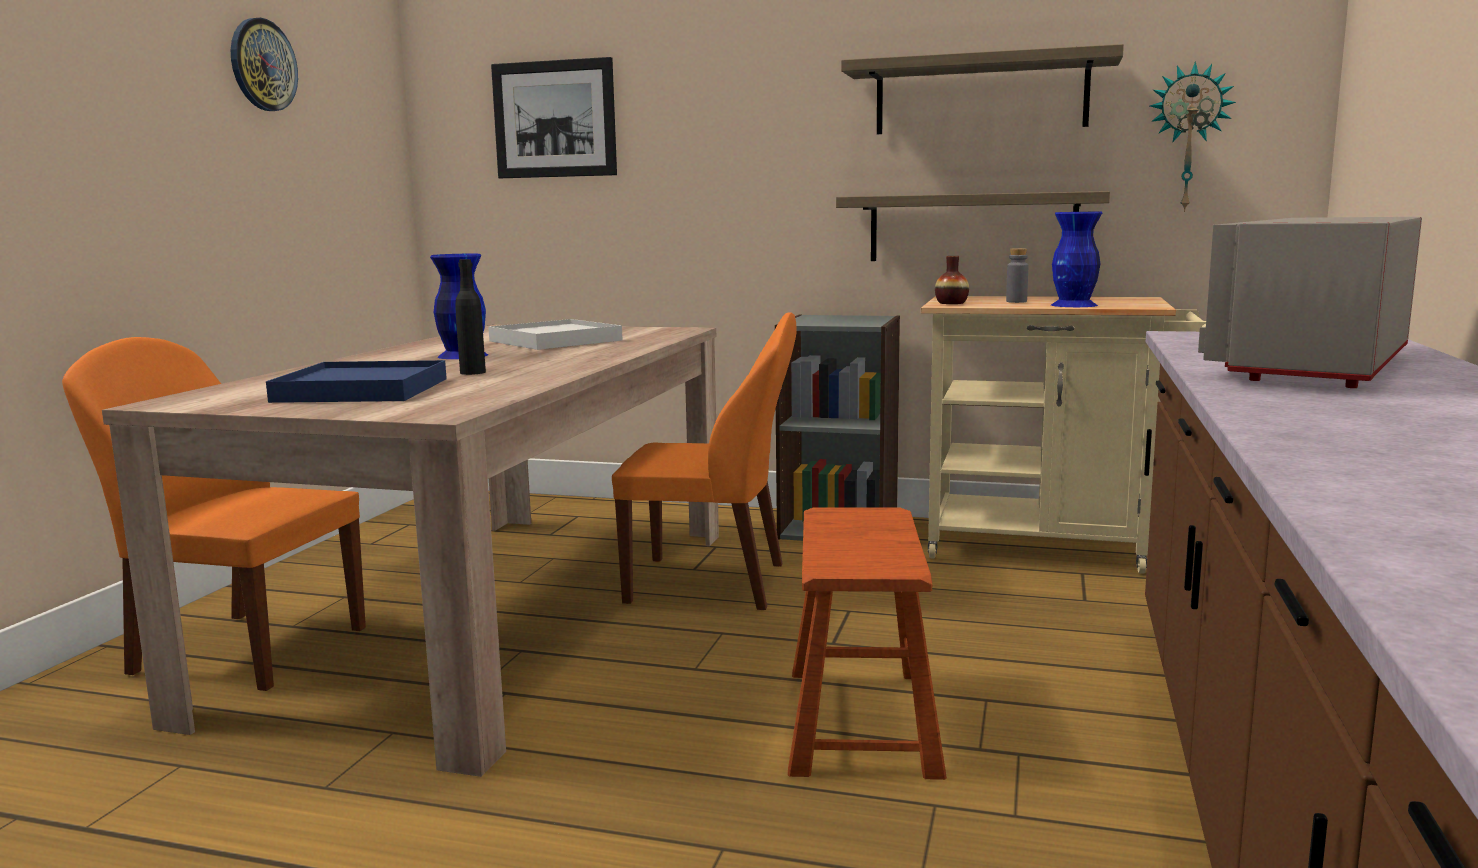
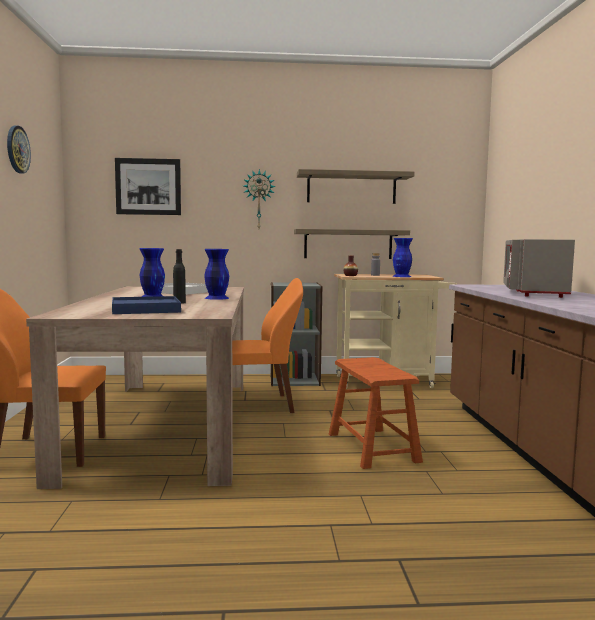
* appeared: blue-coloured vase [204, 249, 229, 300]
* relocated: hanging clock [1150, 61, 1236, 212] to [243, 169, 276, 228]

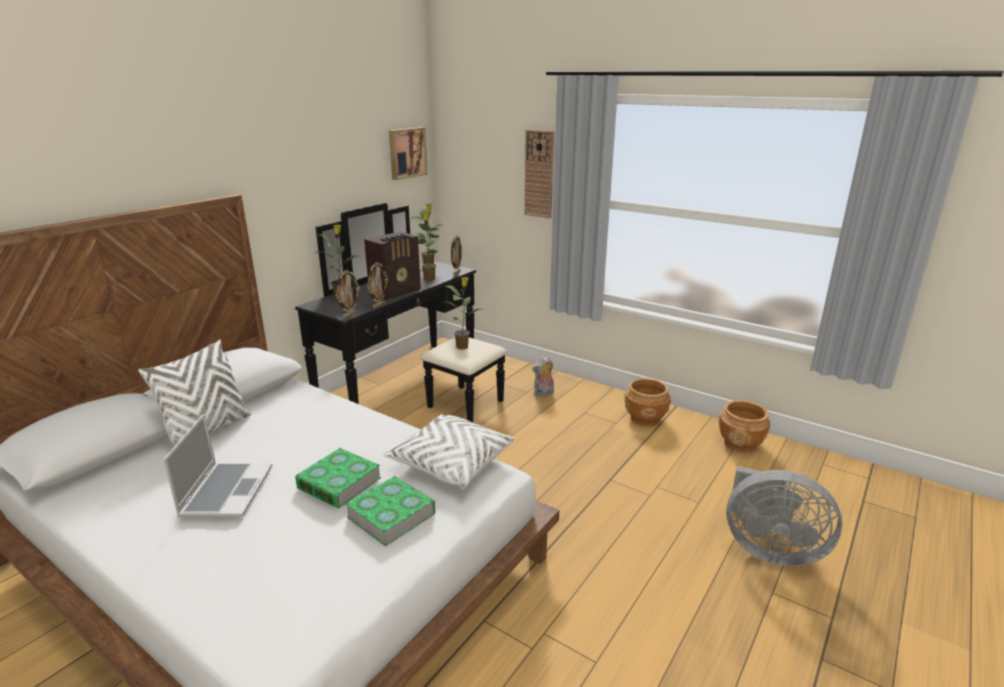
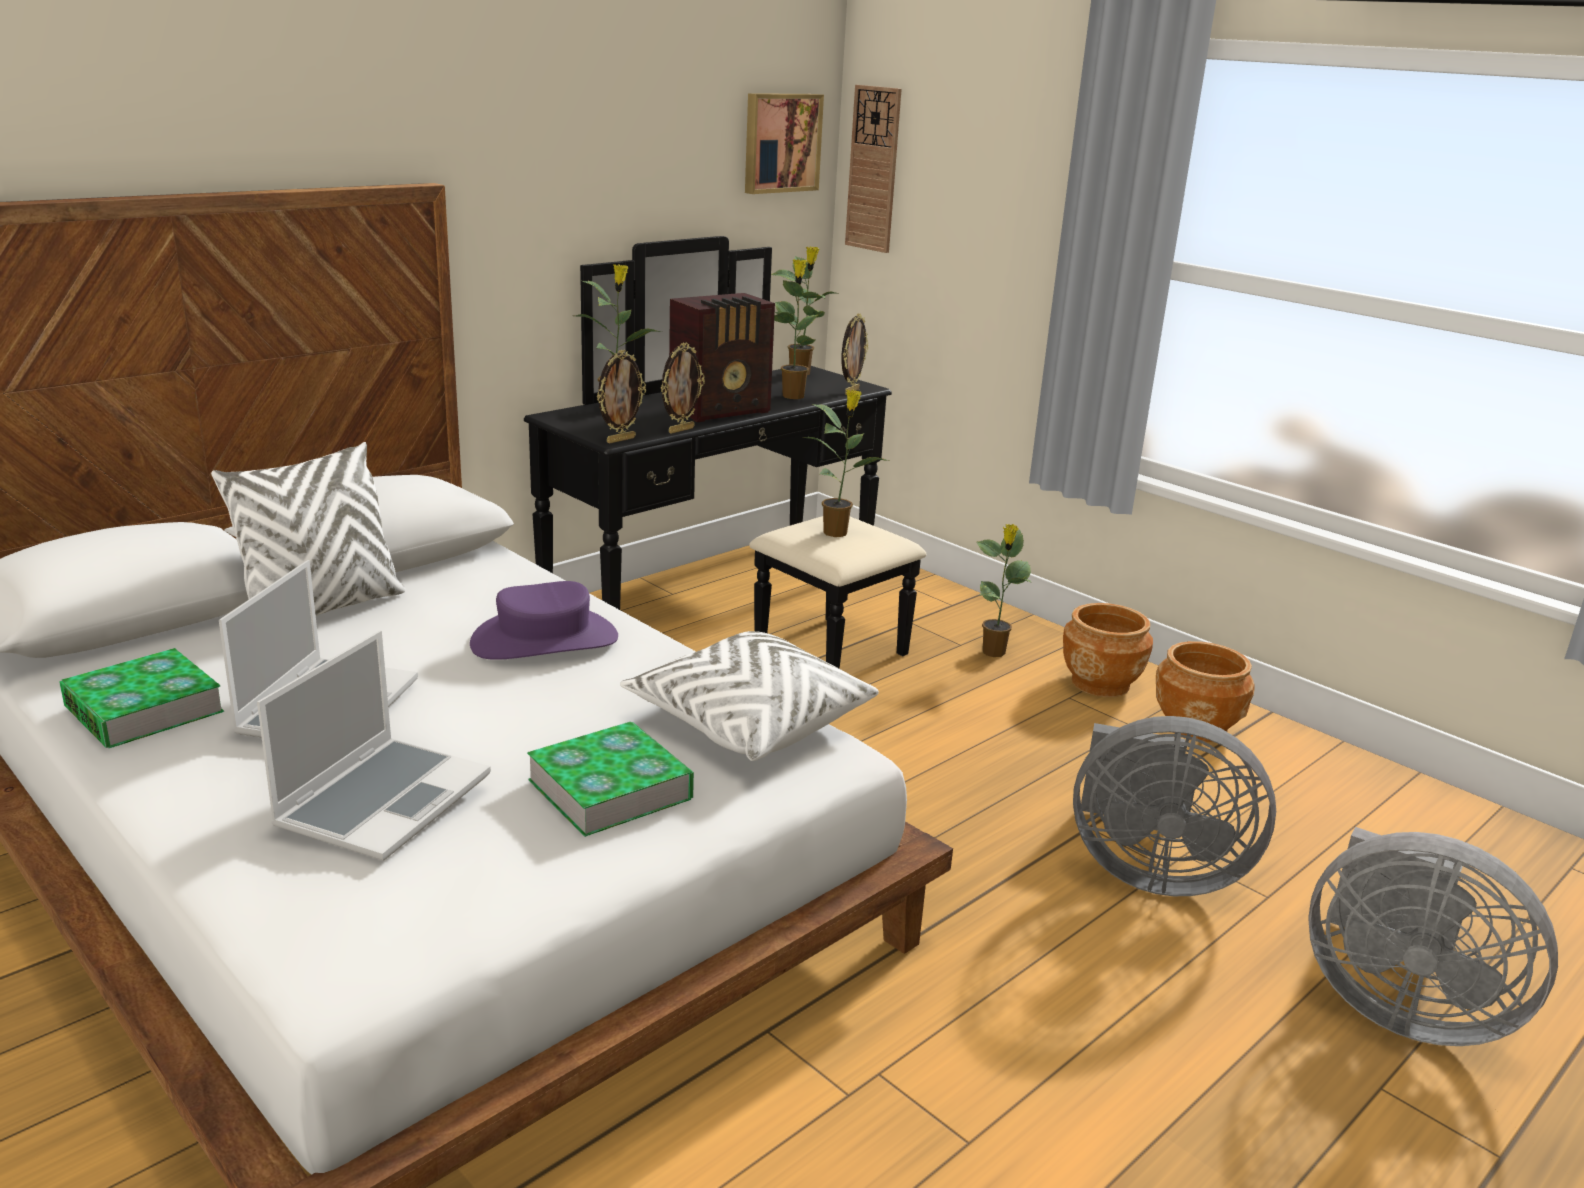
* relocated: bound book [295, 448, 381, 508] to [59, 648, 224, 748]
* appeared: portable computer [257, 631, 491, 861]
* appeared: purplish clothing hat [470, 581, 618, 660]
* relocated: hanging clock [524, 130, 554, 218] to [845, 85, 902, 253]
* exchanged: cuddly toy [532, 356, 554, 396] to houseplant [977, 524, 1031, 657]
* relocated: brown-coloured plant pot [718, 400, 770, 453] to [1063, 603, 1153, 697]
* appeared: grey cooling fan [1073, 716, 1276, 896]

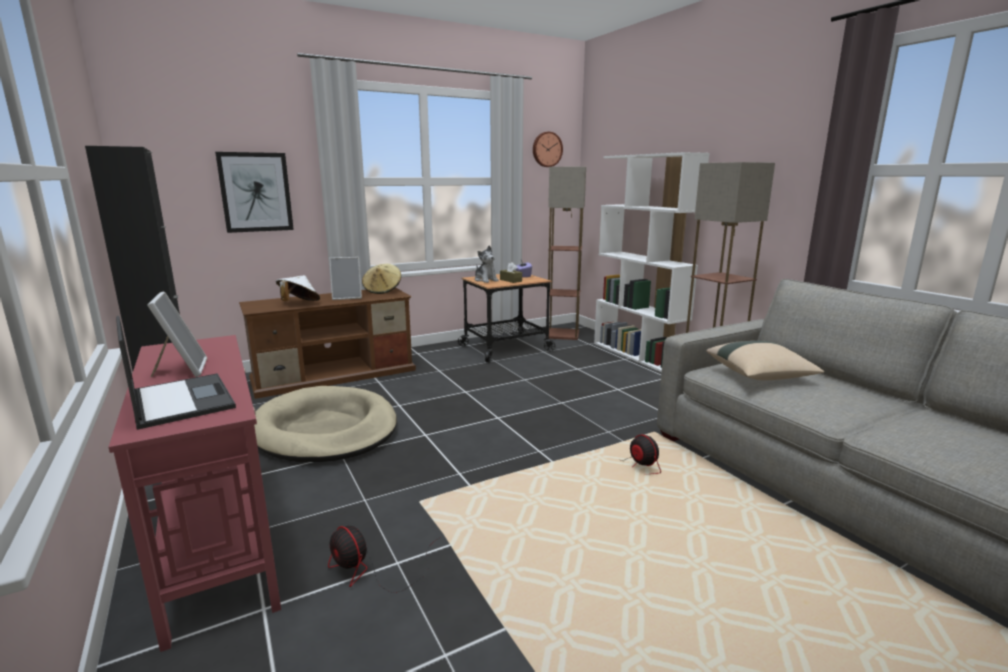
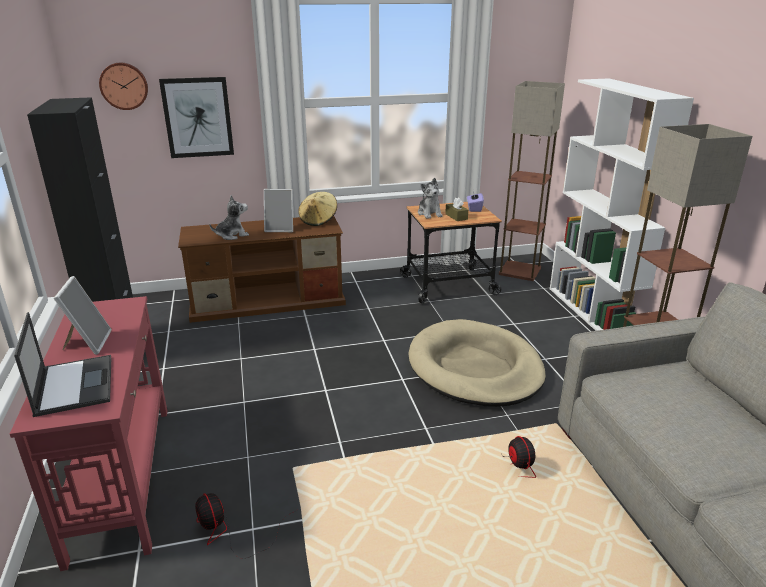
* relocated: hanging clock [533, 132, 563, 167] to [99, 63, 148, 110]
* exchanged: white-coloured clothing hat [276, 275, 320, 301] to cuddly toy [209, 195, 249, 240]
* relocated: beige dog cushion [254, 386, 397, 462] to [409, 319, 546, 407]
* missing: beige pillow [706, 341, 824, 380]

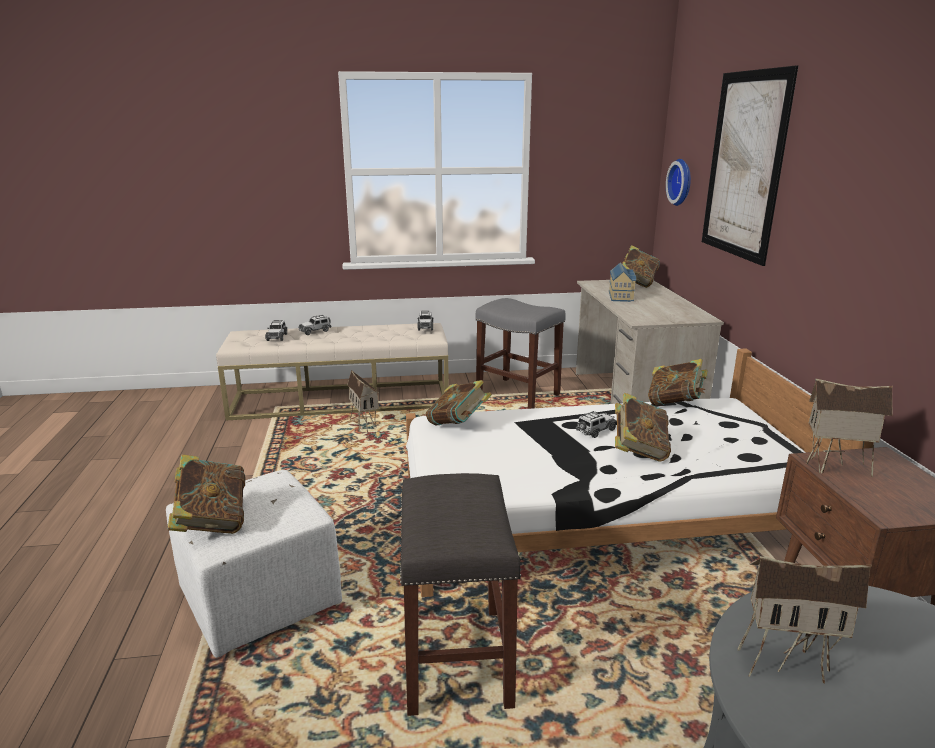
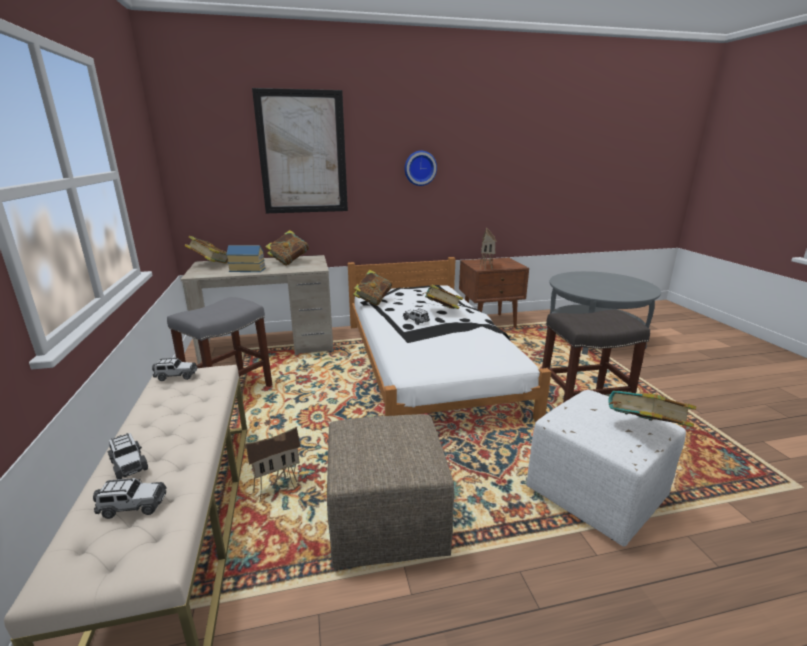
* relocated: bound book [426, 380, 492, 425] to [265, 230, 309, 266]
* appeared: beige pouffe [327, 414, 454, 569]
* relocated: hanging clock [666, 159, 691, 206] to [405, 151, 437, 186]
* missing: toy house [738, 556, 872, 683]

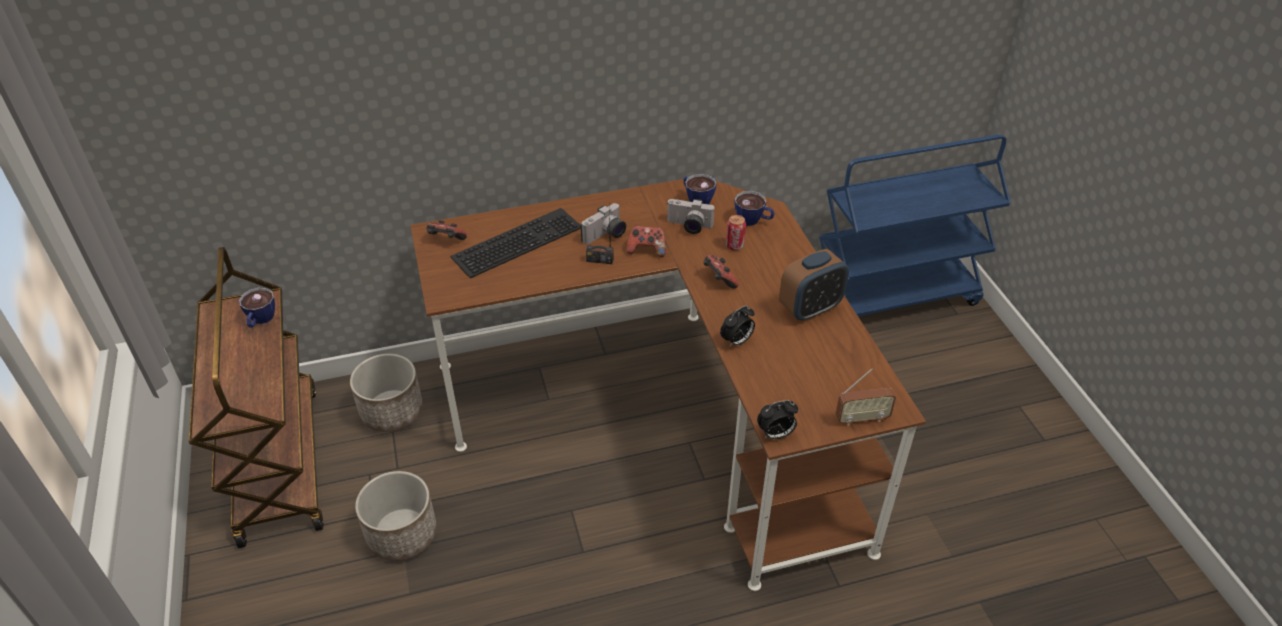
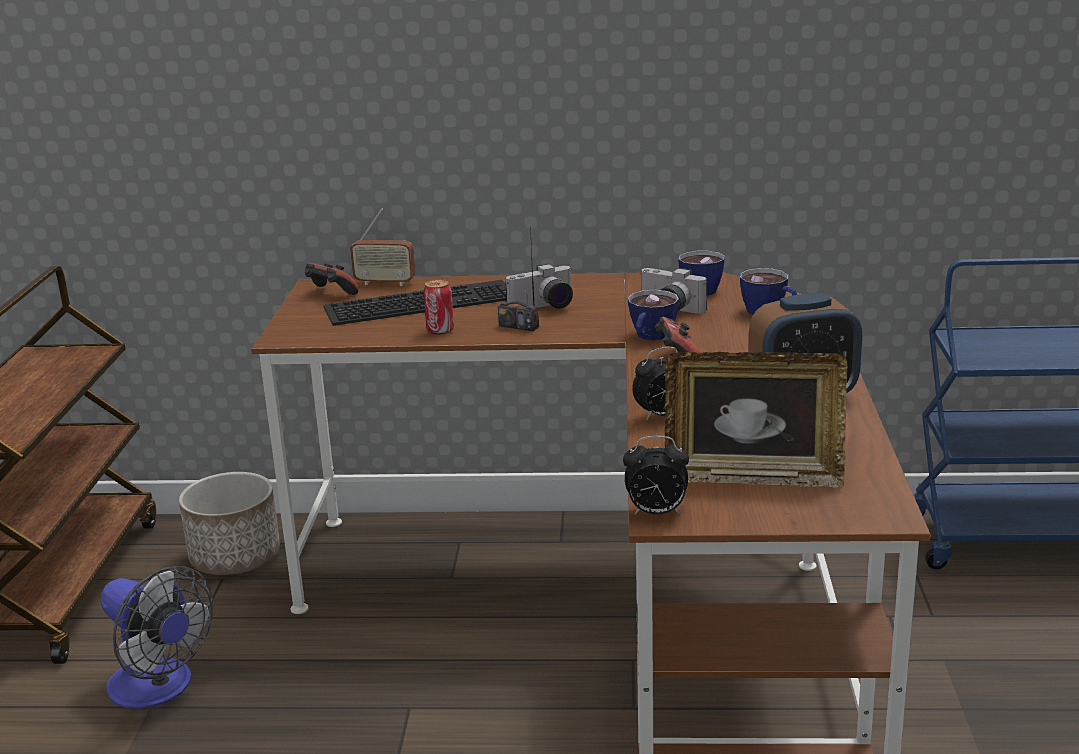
* exchanged: plant pot [355, 471, 437, 561] to cooling fan [101, 566, 213, 709]
* relocated: radio set [836, 368, 896, 426] to [350, 208, 416, 286]
* relocated: sealed can [726, 215, 746, 251] to [423, 279, 454, 334]
* relocated: drinking cup [239, 287, 275, 328] to [628, 290, 679, 340]
* appeared: standing frame [665, 352, 848, 488]
* missing: joypad [626, 225, 666, 257]

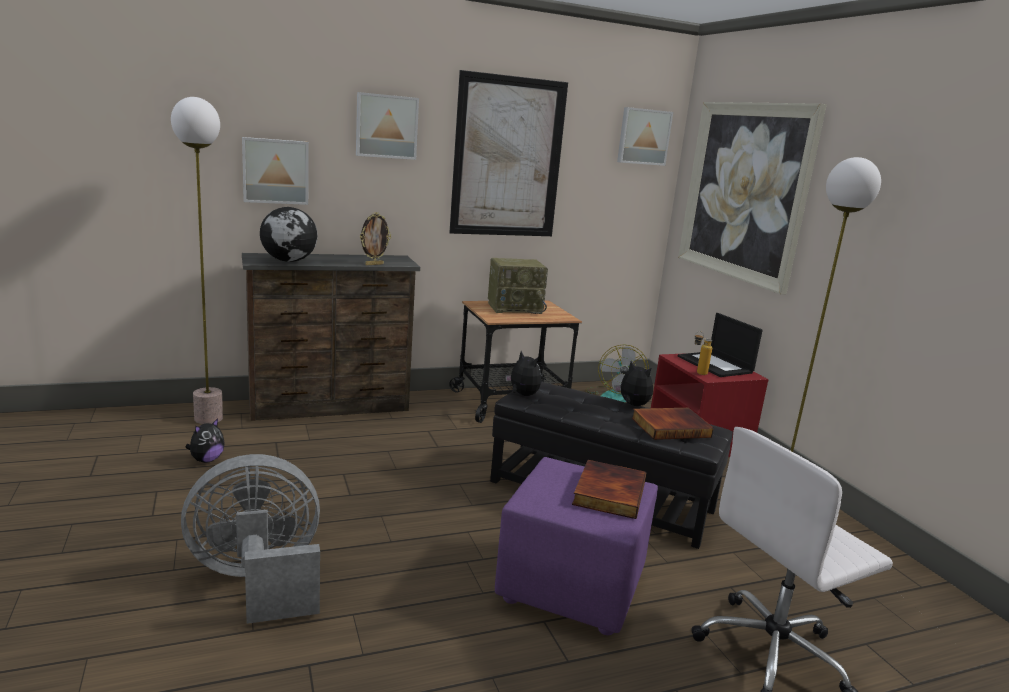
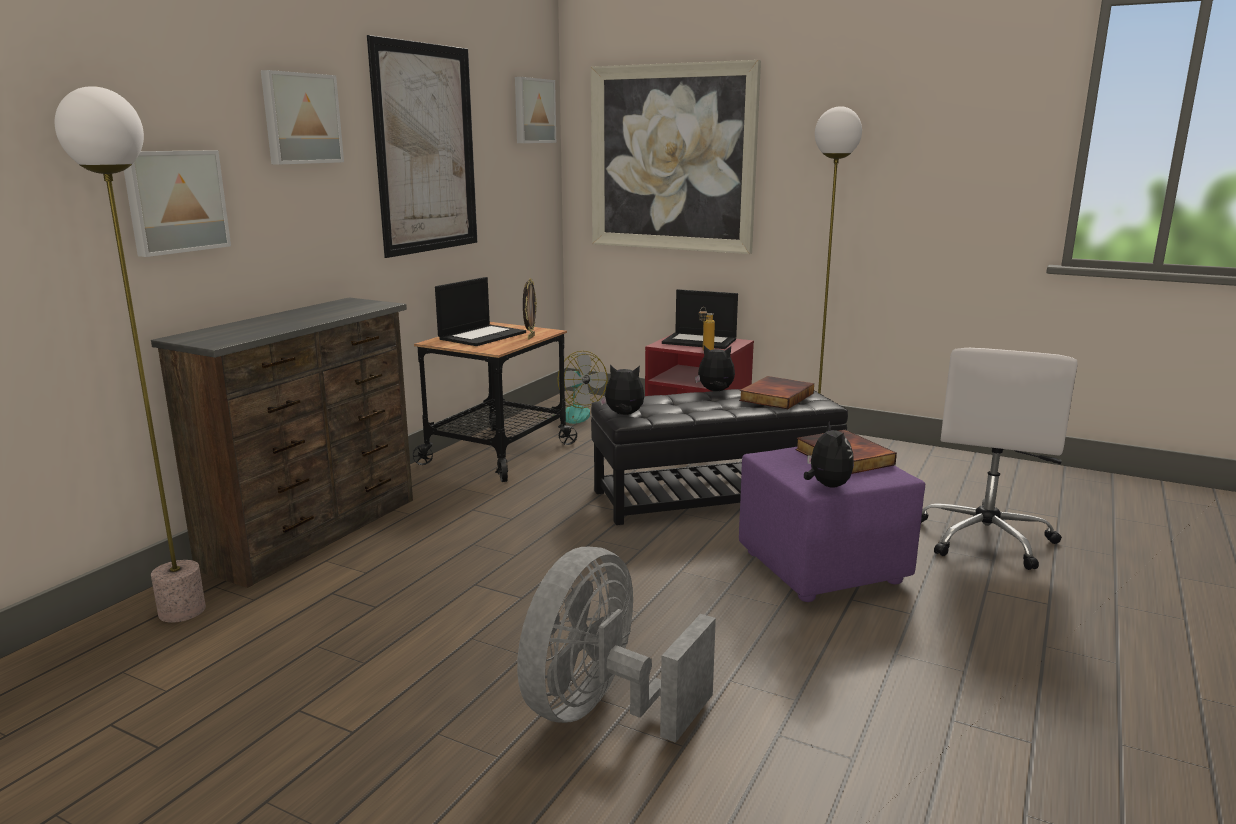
* exchanged: radio set [488, 258, 548, 314] to portable computer [435, 277, 526, 346]
* relocated: standing frame [360, 212, 391, 265] to [523, 279, 537, 340]
* relocated: cuddly toy [185, 418, 225, 463] to [804, 421, 854, 488]
* missing: desk globe [260, 207, 318, 262]

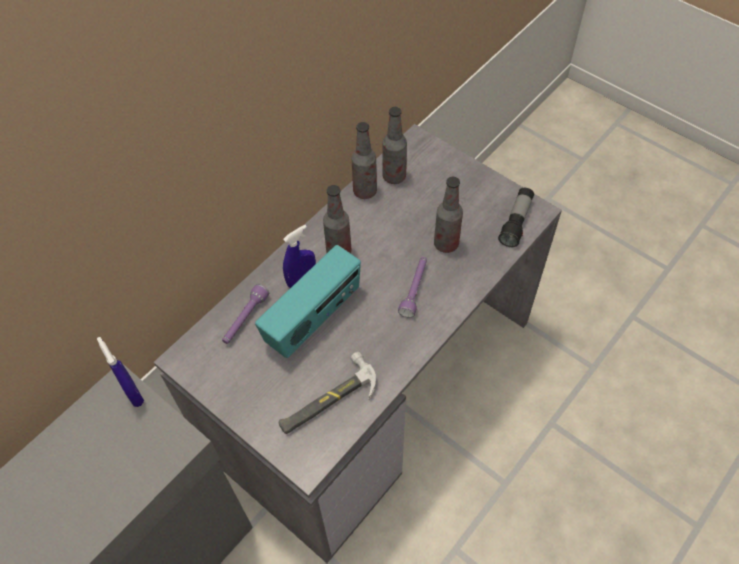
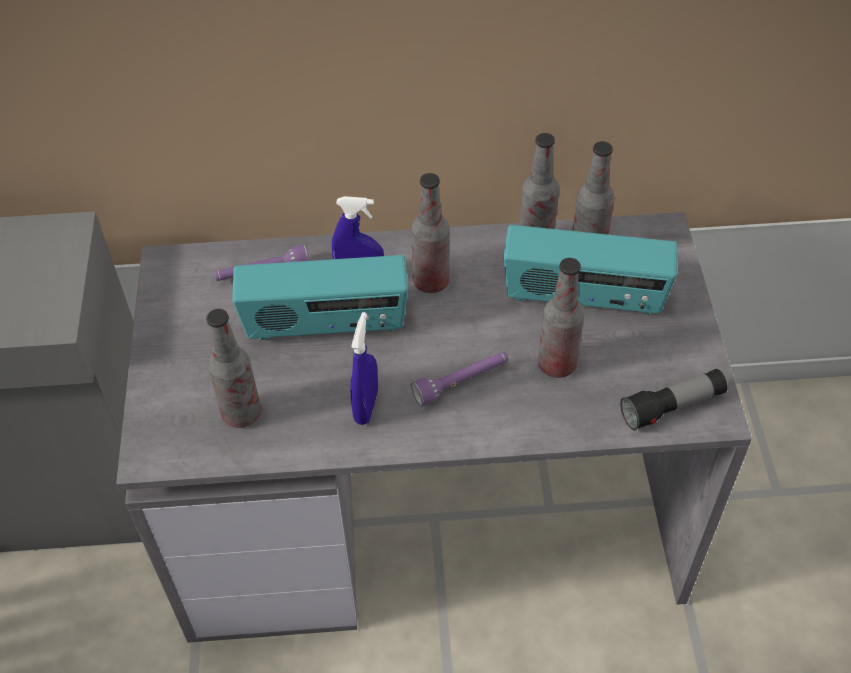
* exchanged: hammer [278, 352, 376, 434] to drink bottle [206, 309, 261, 428]
* relocated: blue-coloured sprayer [97, 337, 144, 407] to [351, 312, 378, 425]
* appeared: radio set [504, 225, 678, 315]

